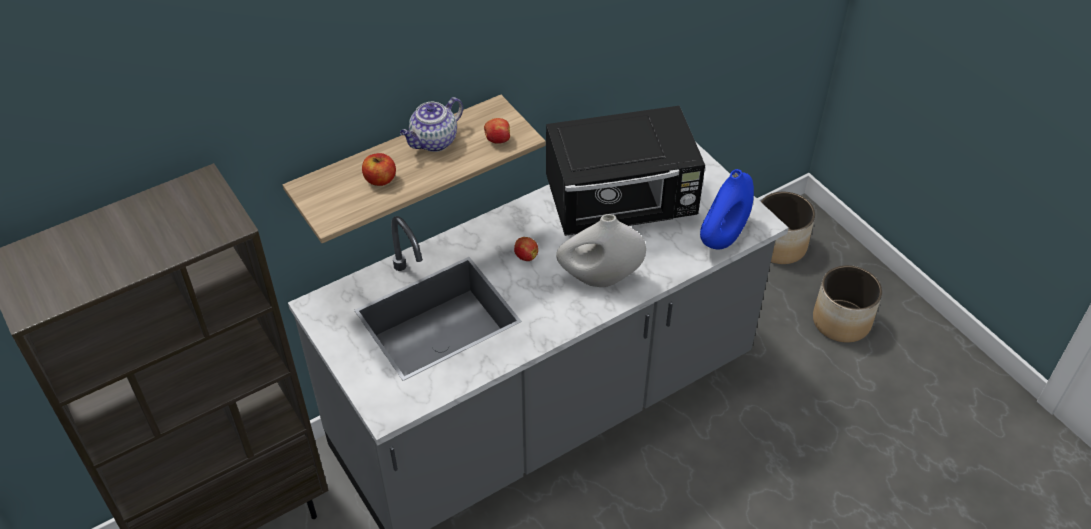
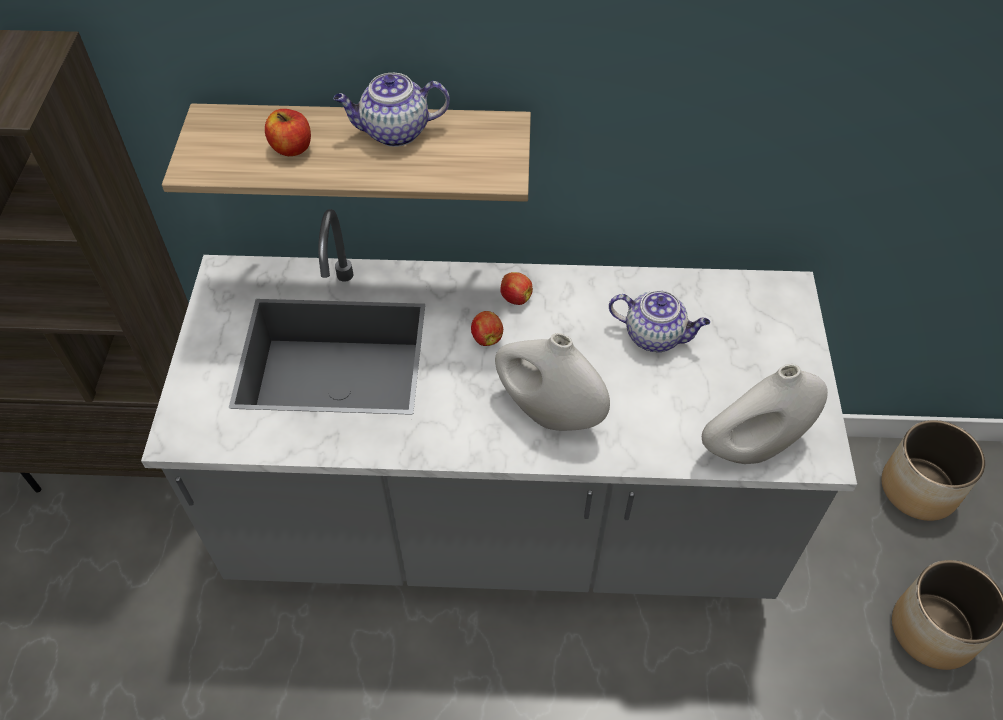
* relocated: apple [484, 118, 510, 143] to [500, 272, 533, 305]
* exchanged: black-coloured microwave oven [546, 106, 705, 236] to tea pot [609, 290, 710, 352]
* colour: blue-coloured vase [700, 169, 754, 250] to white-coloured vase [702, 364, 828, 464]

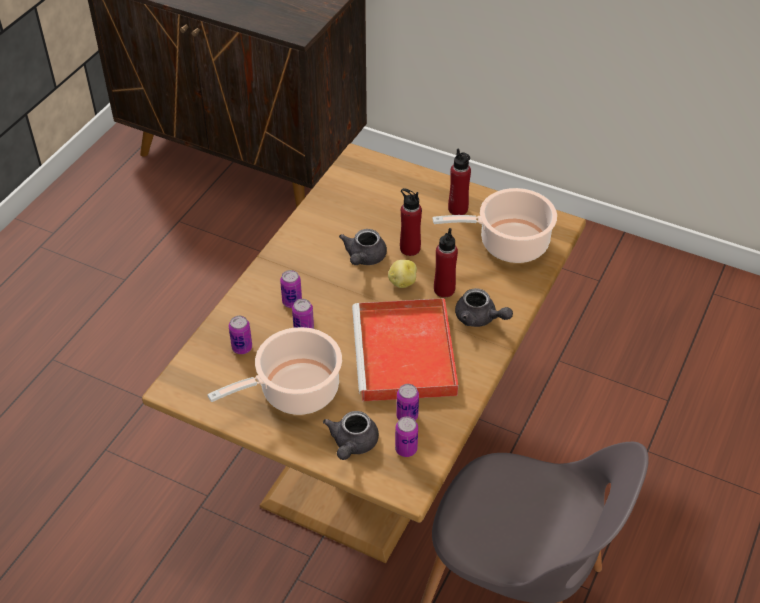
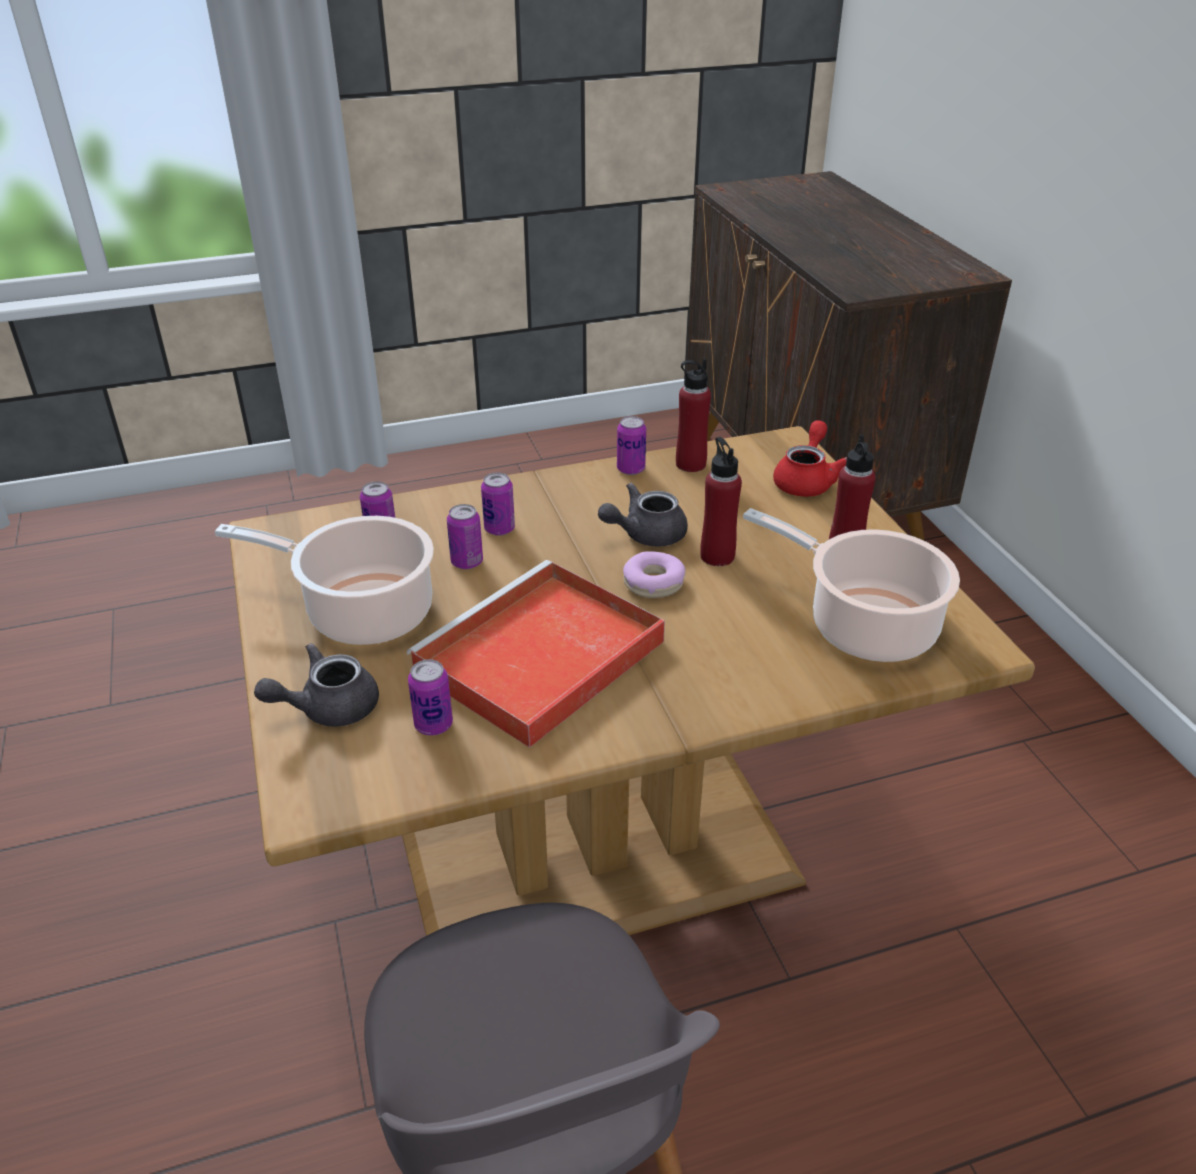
* relocated: sealed can [395, 416, 418, 457] to [617, 416, 646, 475]
* exchanged: potato [388, 260, 417, 288] to doughnut [623, 551, 685, 598]
* relocated: reddish drink bottle [434, 228, 458, 297] to [676, 358, 711, 472]
* appeared: reddish tea pot [773, 420, 847, 497]
* missing: grey tea pot [455, 288, 513, 327]

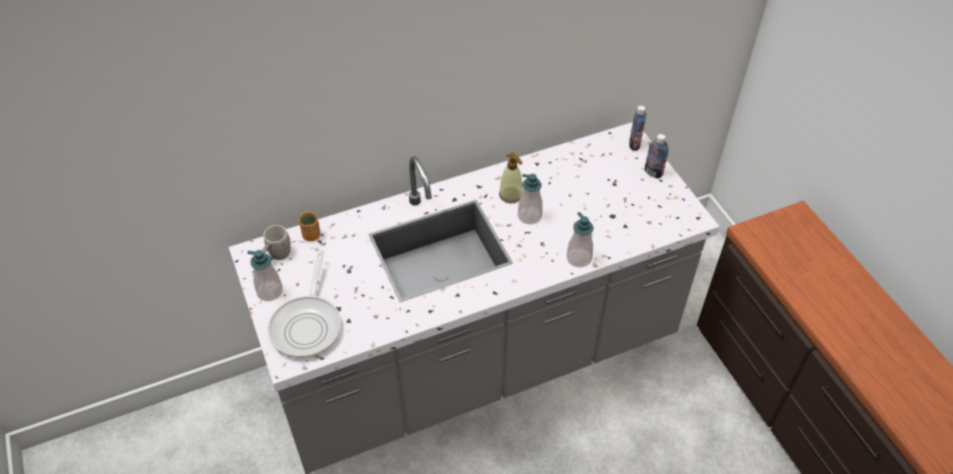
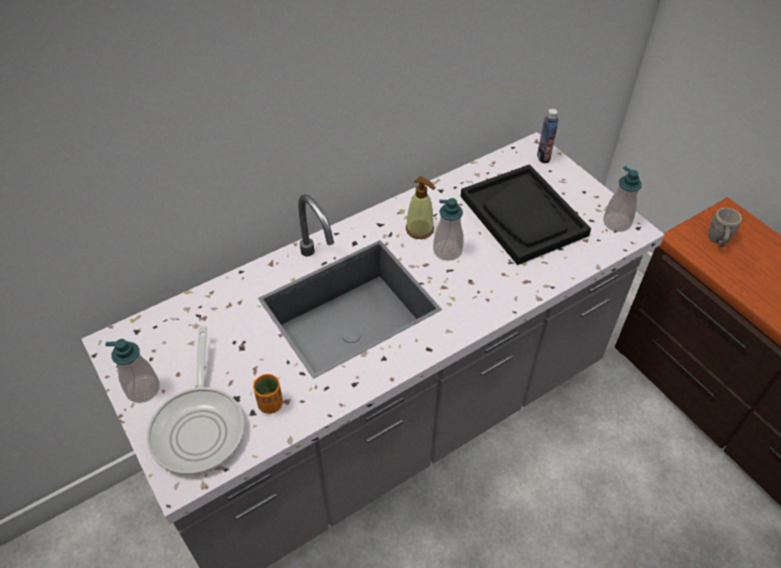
* relocated: orange drinking cup [299, 211, 320, 241] to [253, 374, 283, 414]
* appeared: black-coloured carrying tray [461, 164, 591, 265]
* relocated: soap dispenser [567, 212, 593, 267] to [603, 166, 642, 232]
* relocated: grey coffee mug [261, 225, 291, 261] to [708, 208, 742, 247]
* missing: drink bottle [645, 134, 668, 179]

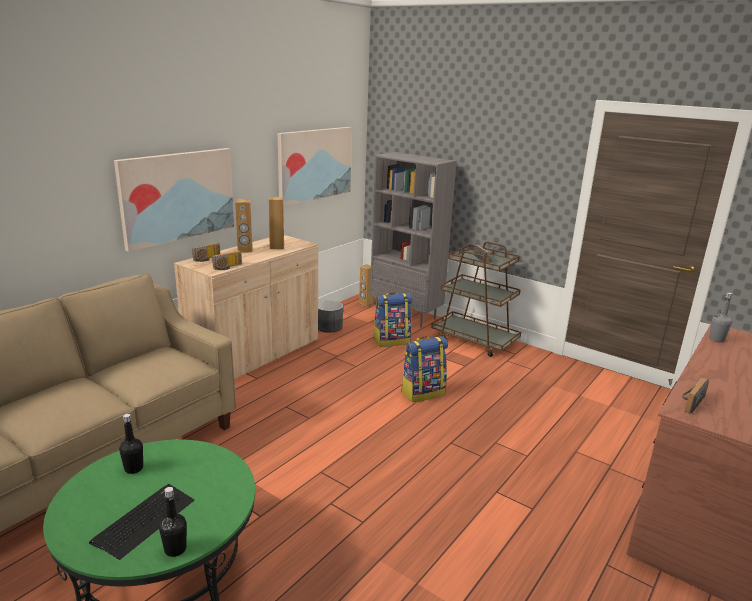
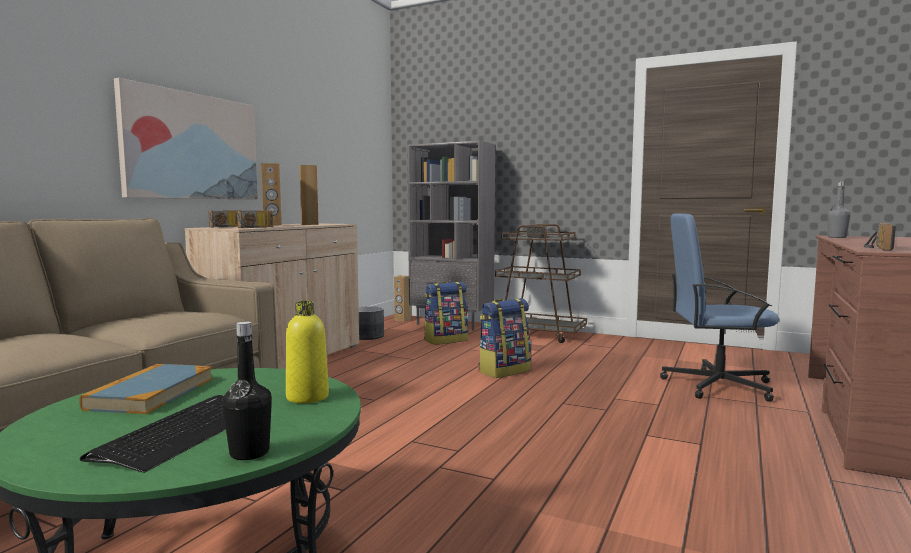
* exchanged: black-coloured drink bottle [119, 414, 143, 474] to bound book [79, 364, 213, 414]
* appeared: yellowish drink bottle [286, 301, 329, 404]
* appeared: blue-coloured office chair [660, 213, 779, 402]
* missing: wall art [278, 127, 352, 207]

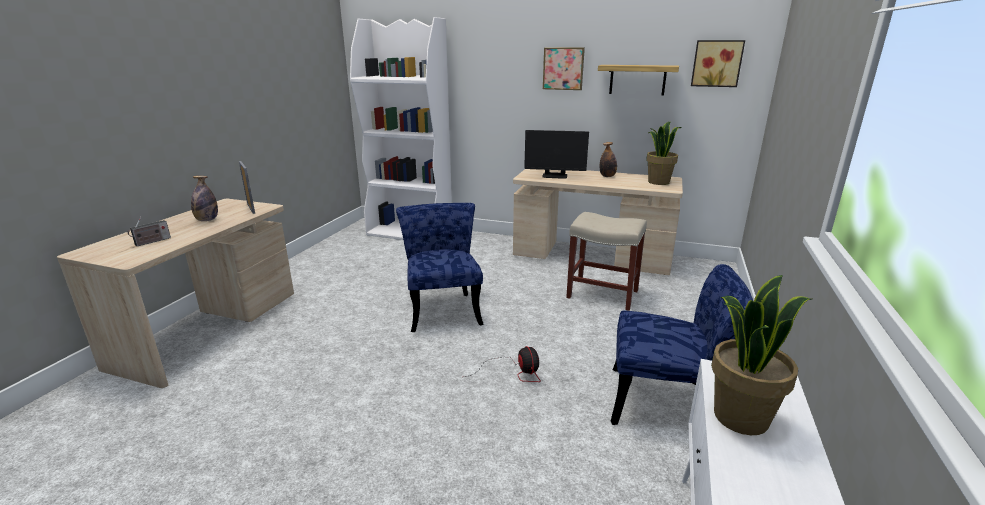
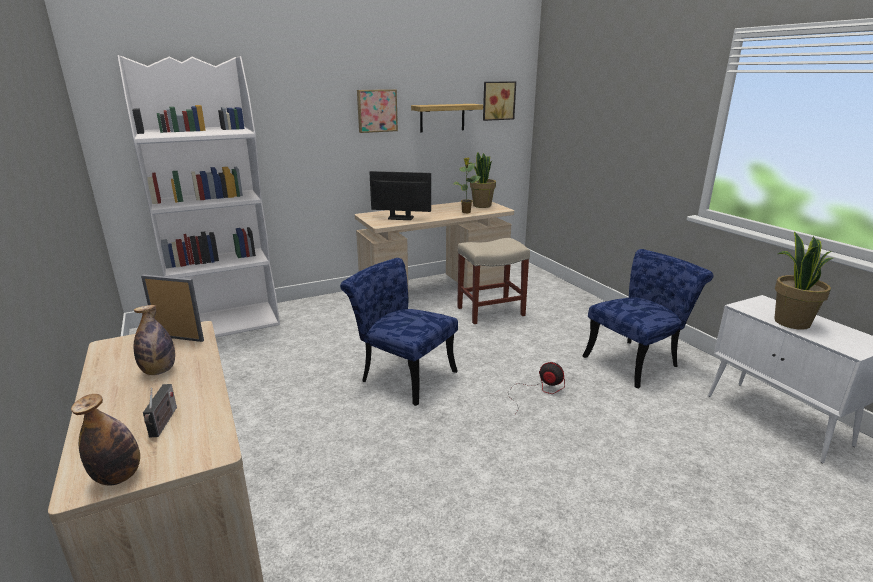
* relocated: drink bottle [600, 142, 617, 177] to [71, 394, 140, 486]
* spun: monitor [524, 130, 589, 179] = [369, 171, 431, 220] 135 degrees counterclockwise
* appeared: houseplant [453, 157, 481, 213]

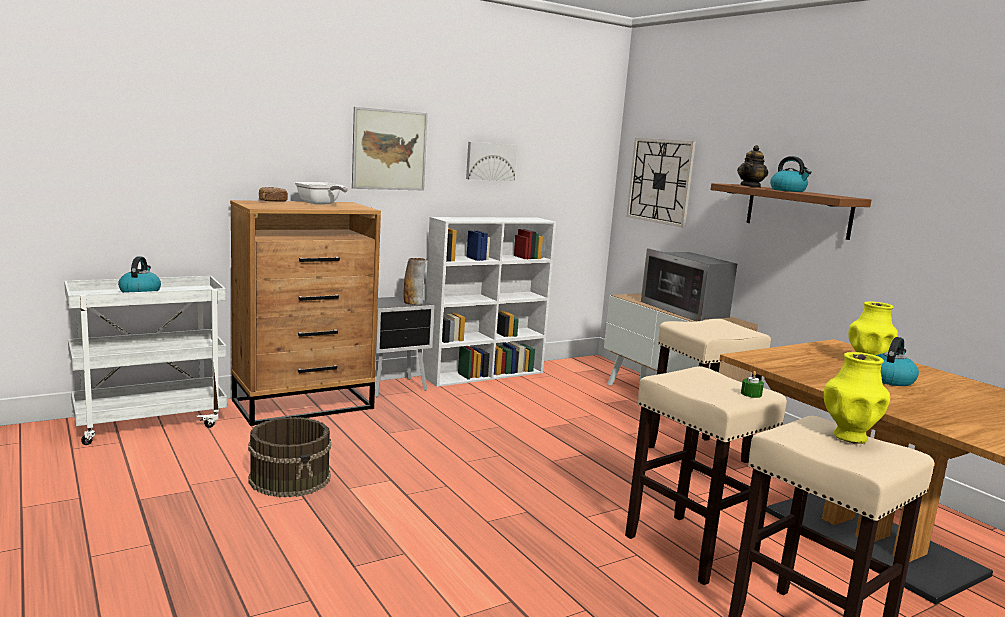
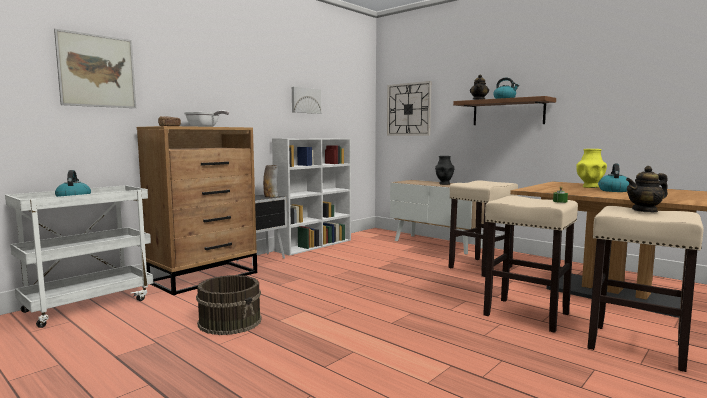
* relocated: wall art [352, 107, 428, 191] to [54, 29, 136, 108]
* exchanged: microwave oven [641, 249, 737, 321] to black-coloured vase [435, 156, 455, 185]
* exchanged: yellowish vase [824, 352, 890, 444] to tea pot [626, 166, 668, 212]

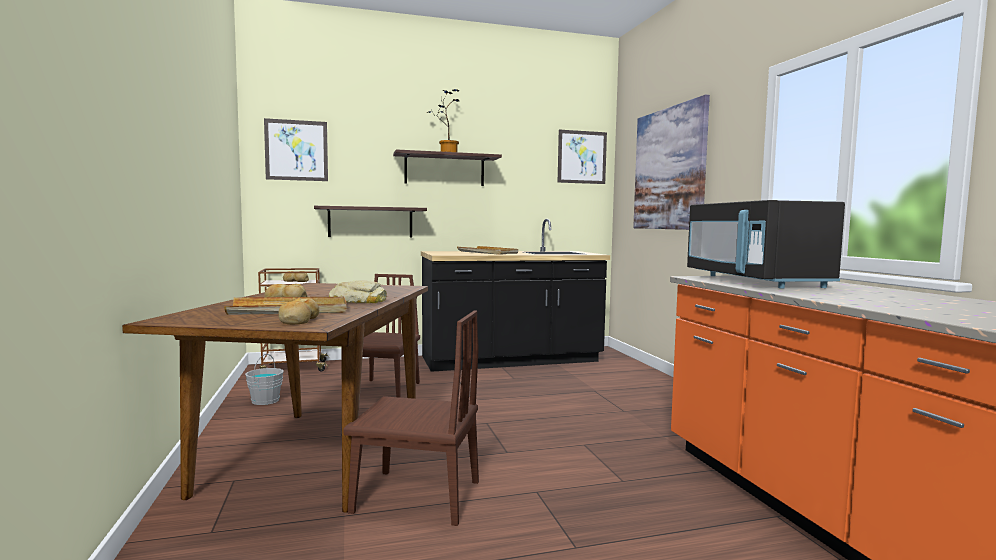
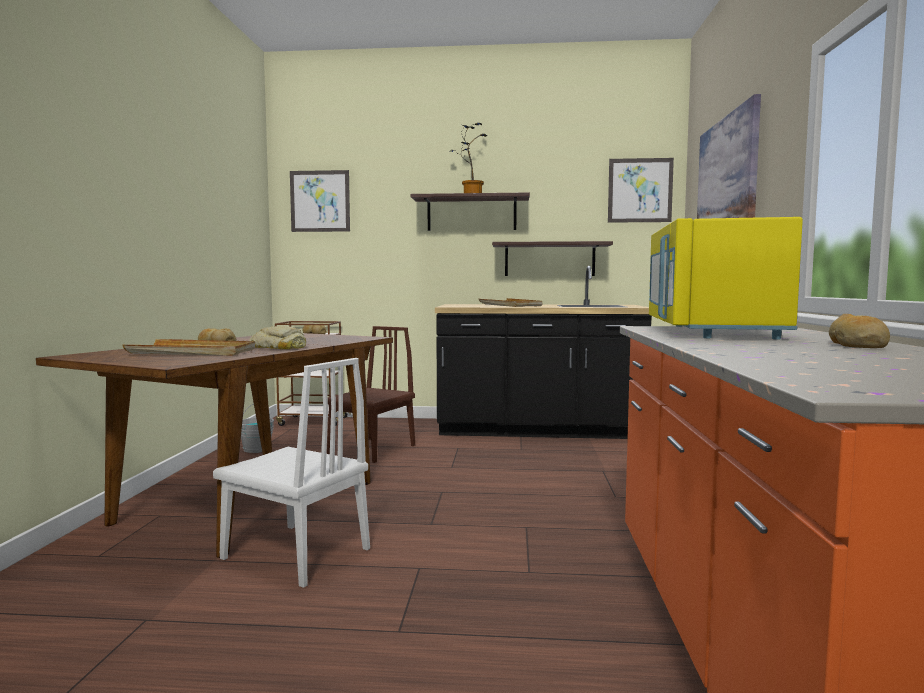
* colour: brown-coloured upright chair [343, 310, 479, 526] to white-coloured upright chair [213, 358, 370, 588]
* relocated: bracket shelf [314, 206, 427, 237] to [492, 241, 613, 276]
* colour: black-coloured microwave oven [687, 200, 845, 288] to yellowish microwave oven [649, 217, 803, 340]
* relocated: bread [278, 297, 319, 324] to [829, 314, 890, 348]

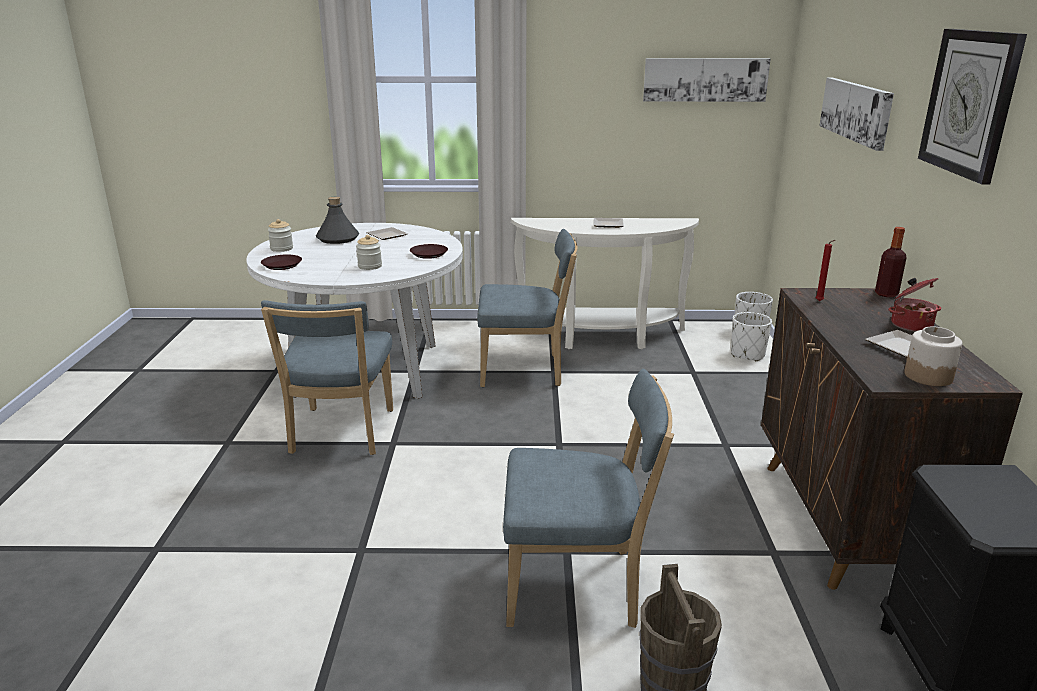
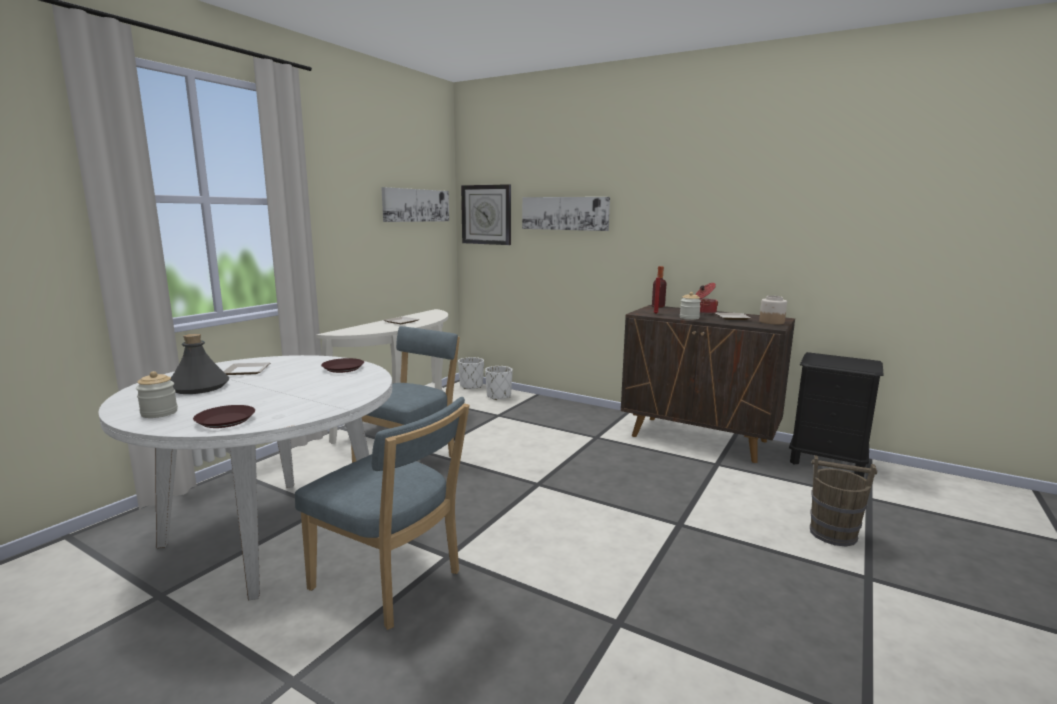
* relocated: hanging clock [918, 29, 1027, 185] to [461, 184, 511, 245]
* relocated: jar [356, 235, 382, 270] to [680, 292, 701, 320]
* missing: blue-coloured upright chair [503, 369, 674, 628]

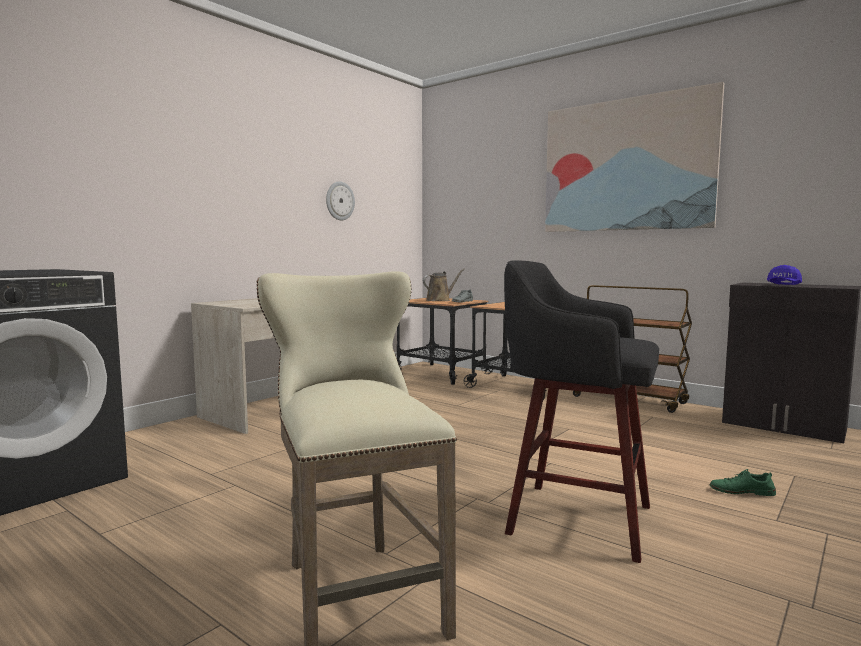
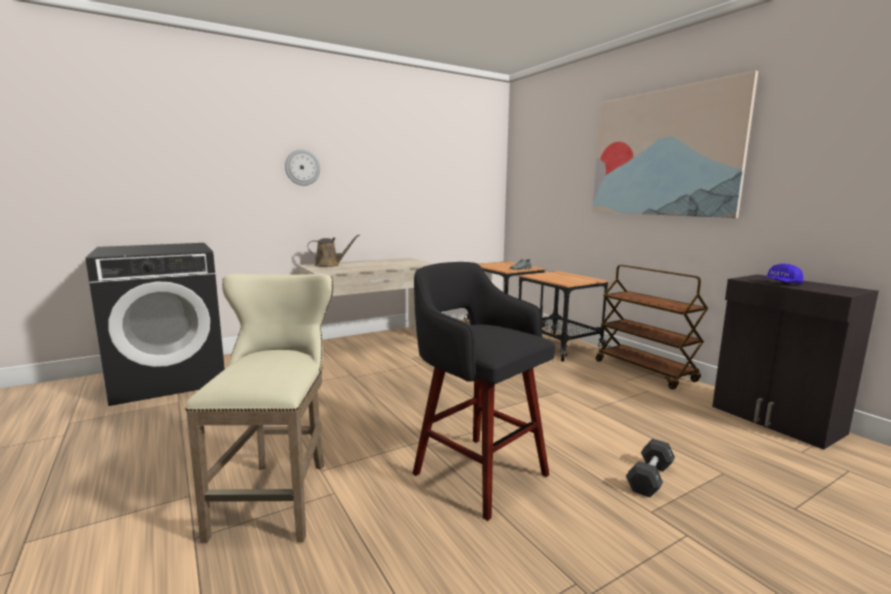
* relocated: hanging clock [326, 181, 355, 220] to [285, 149, 320, 186]
* relocated: brown-coloured watering pot [423, 269, 465, 301] to [307, 234, 360, 267]
* exchanged: green-coloured low shoe [710, 469, 776, 496] to black-coloured dumbbell [626, 439, 675, 497]

